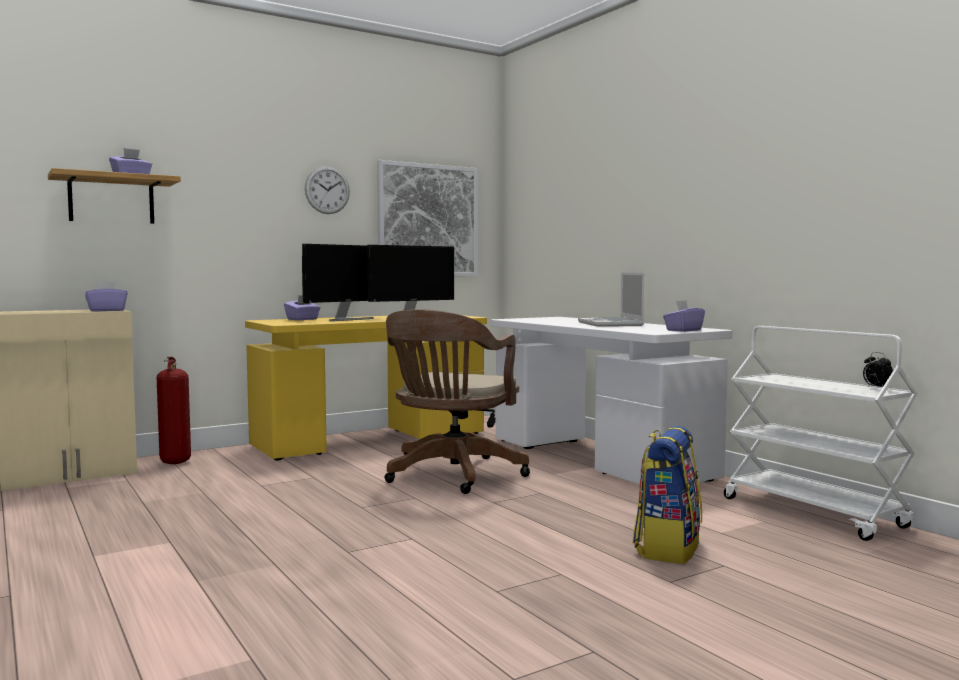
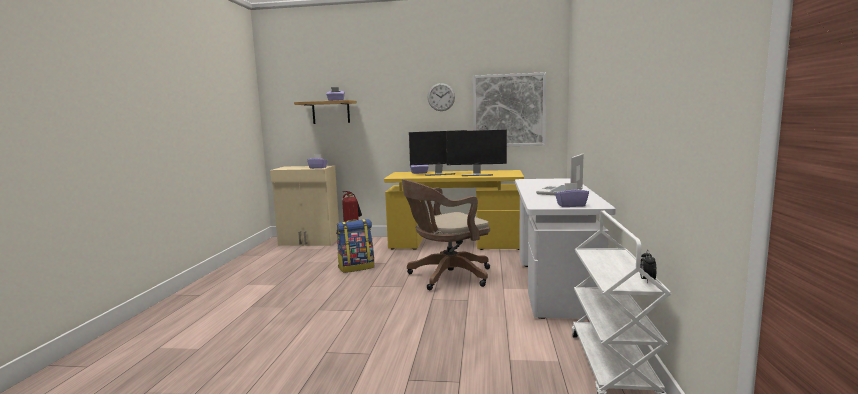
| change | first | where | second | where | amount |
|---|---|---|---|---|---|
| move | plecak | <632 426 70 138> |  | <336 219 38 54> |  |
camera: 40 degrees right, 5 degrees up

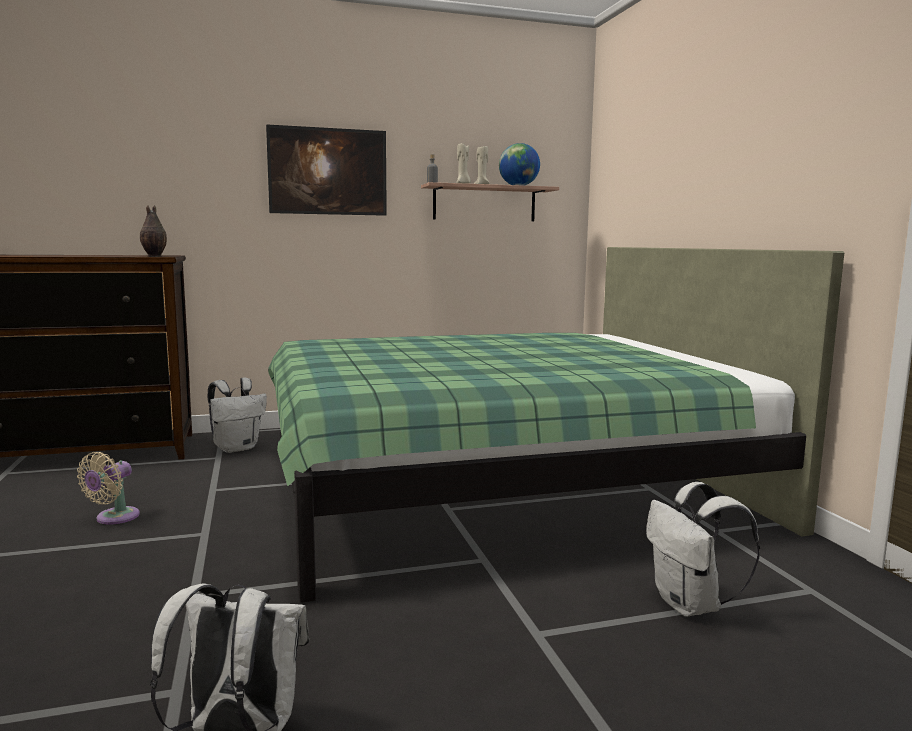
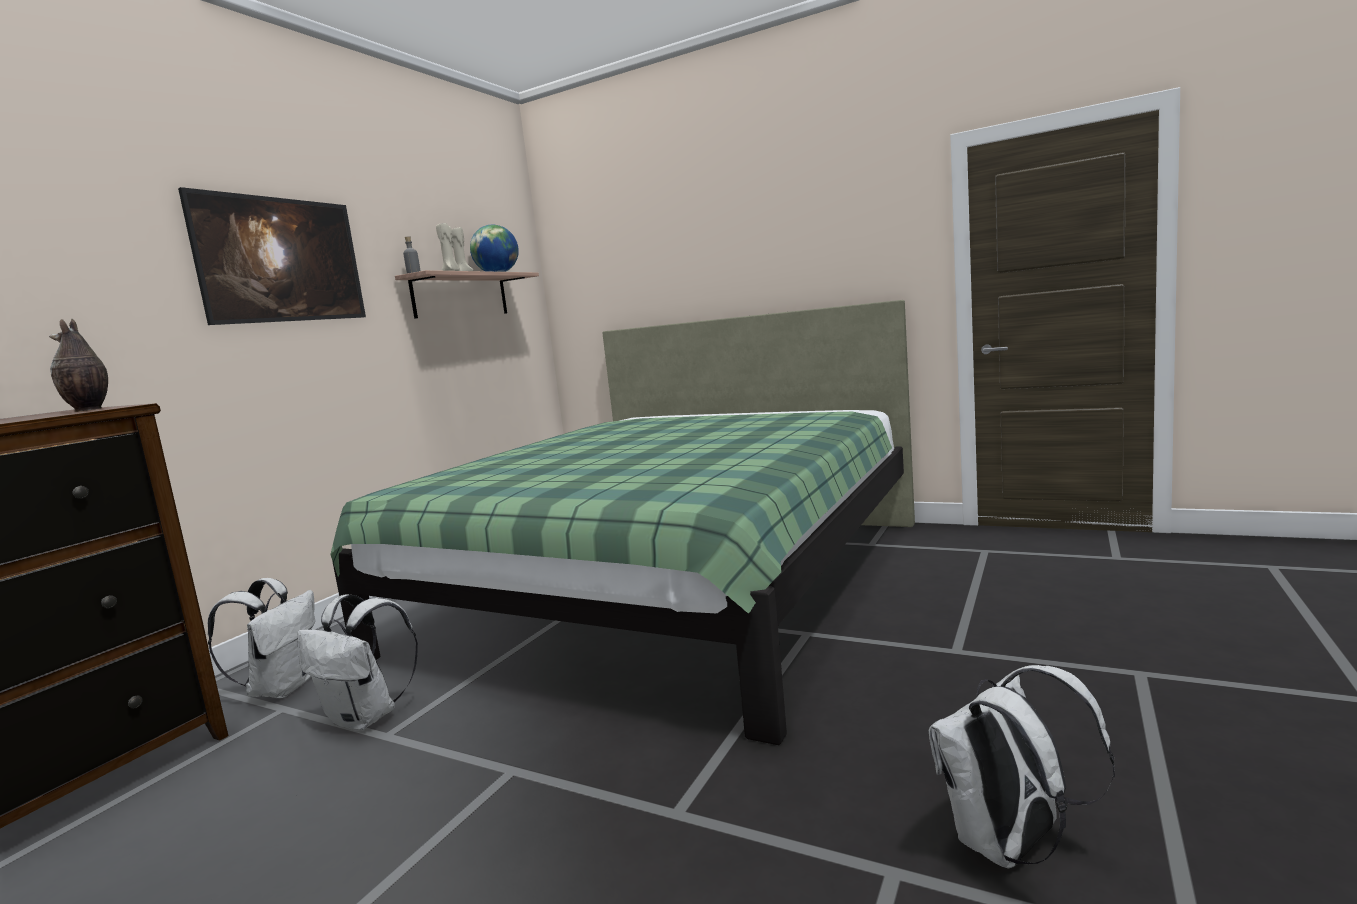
| change | first | where | second | where | amount |
|---|---|---|---|---|---|
| delete | wentylator/beżowy | <77 452 63 73> |  |  |  |
| move | plecak/biały | <646 482 114 135> |  | <297 594 121 137> |  |
camera: 45 degrees left, 0 degrees up

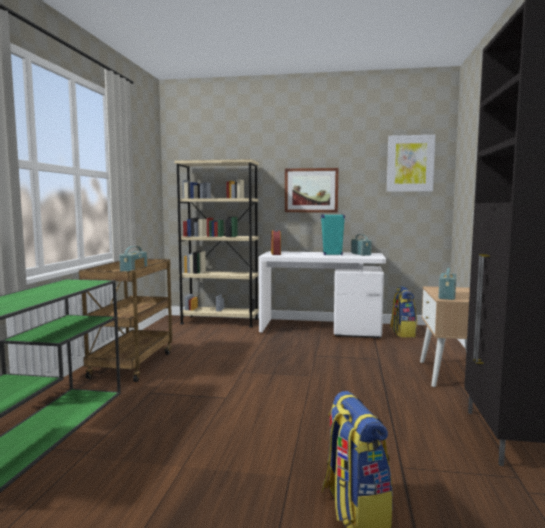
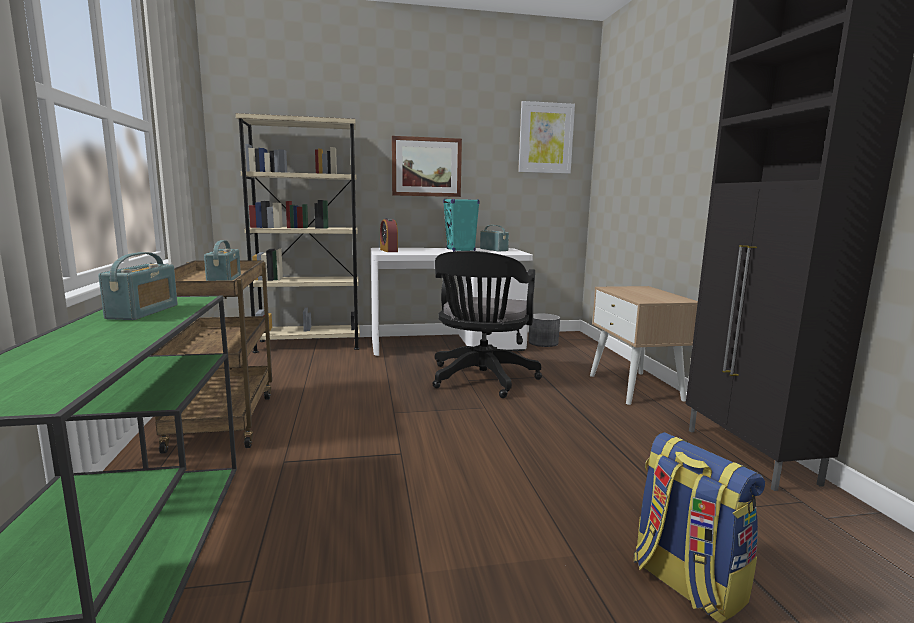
| change | first | where | second | where | amount |
|---|---|---|---|---|---|
| move | radio | <438 268 19 32> |  | <98 252 80 68> |  |
| replace | plecak | <390 286 27 52> | donica/szary | <528 313 32 34> |  |
| insert |  |  | krzesło biurowe/czarny | <432 251 110 147> |  |
camera: 20 degrees left, 5 degrees up

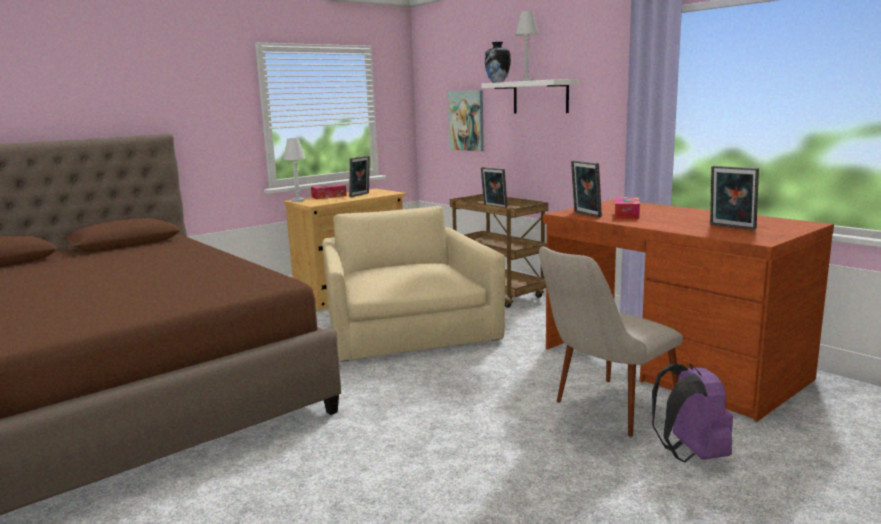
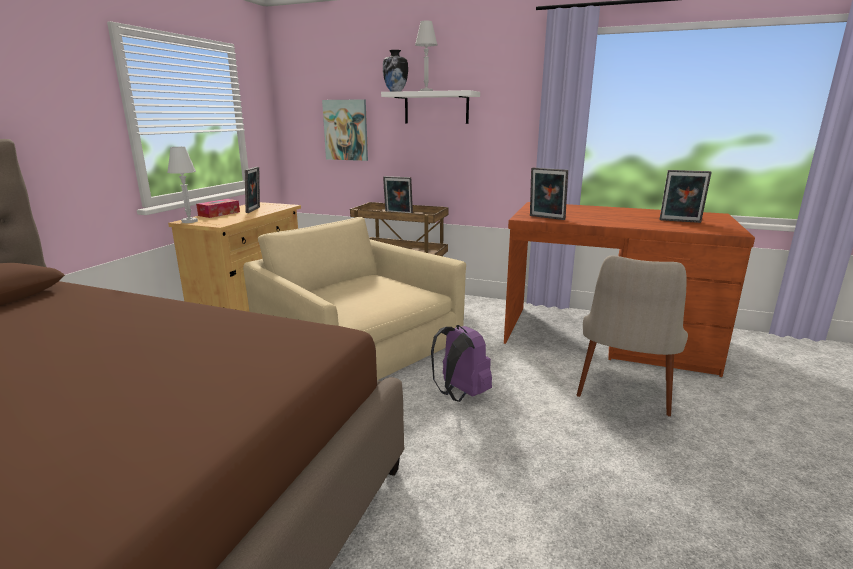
| change | first | where | second | where | amount |
|---|---|---|---|---|---|
| delete | pudełko chusteczek | <615 197 25 22> |  |  |  |
| move | plecak/fioletowy | <652 364 81 98> |  | <431 325 61 77> |  |
camera: 30 degrees left, 5 degrees up

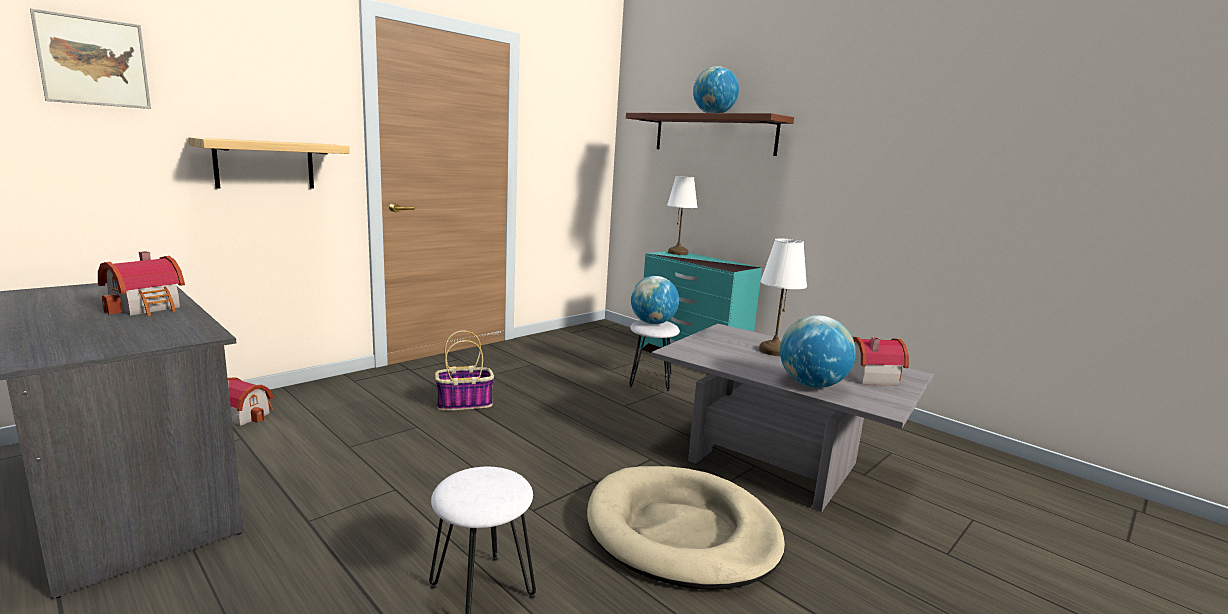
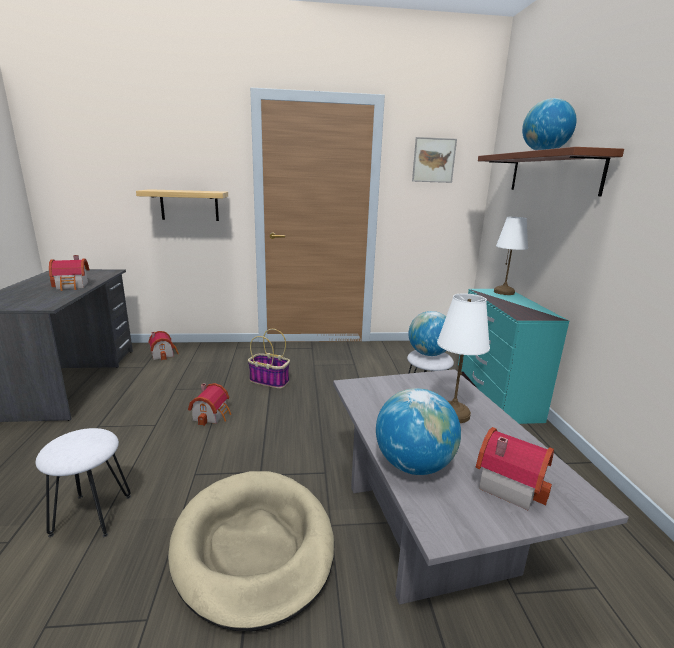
| change | first | where | second | where | amount |
|---|---|---|---|---|---|
| move | obraz | <30 8 121 101> |  | <412 137 45 46> |  |
| insert |  |  | domek | <188 383 43 43> |  |
camera: 40 degrees right, 5 degrees up

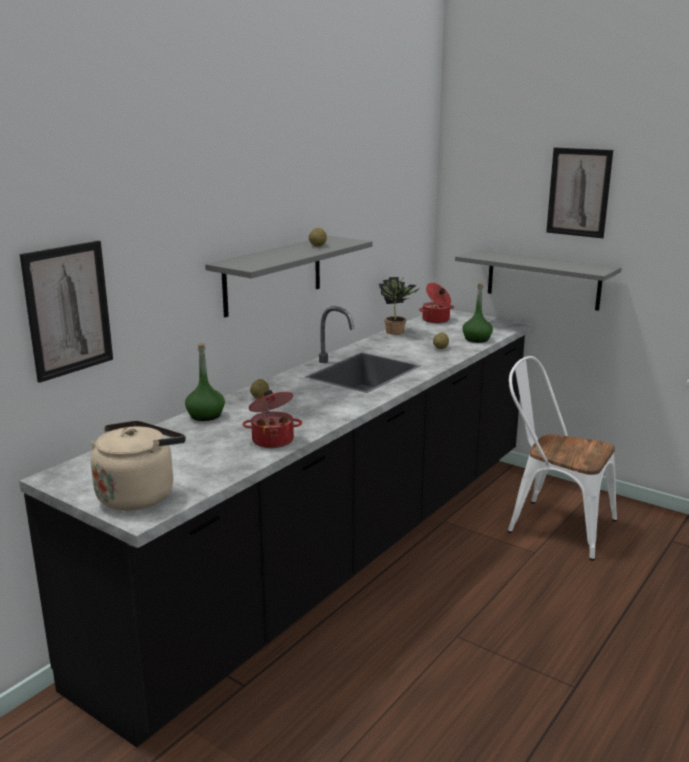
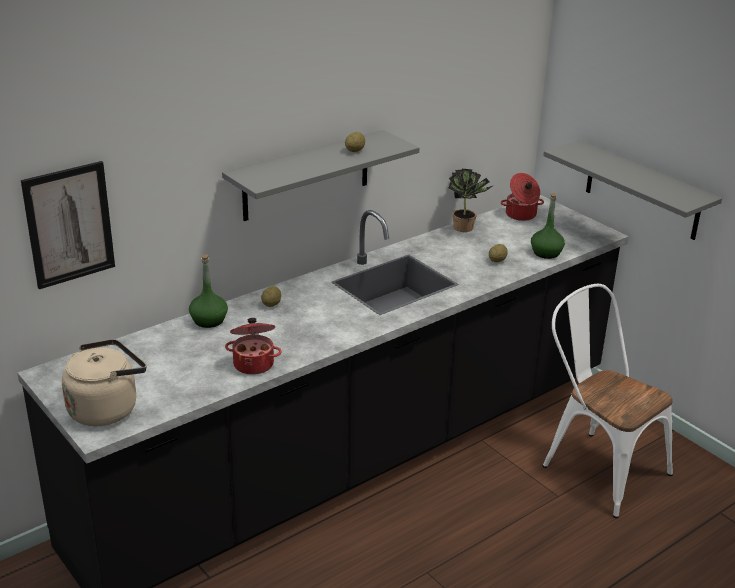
| change | first | where | second | where | amount |
|---|---|---|---|---|---|
| delete | obraz | <546 148 67 90> |  |  |  |
camera: 15 degrees right, 10 degrees up

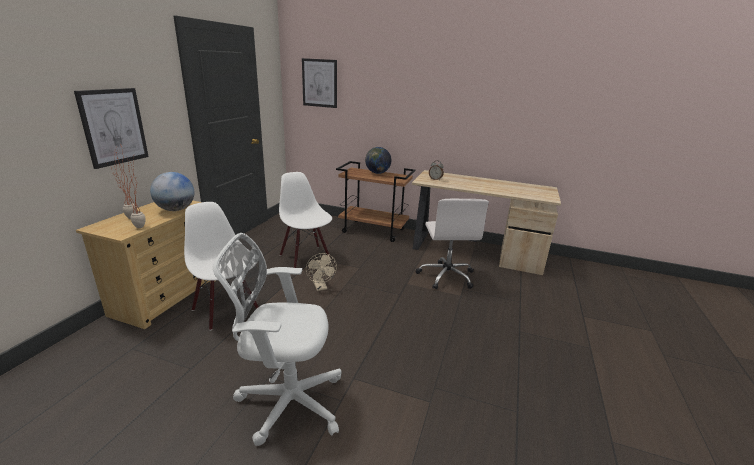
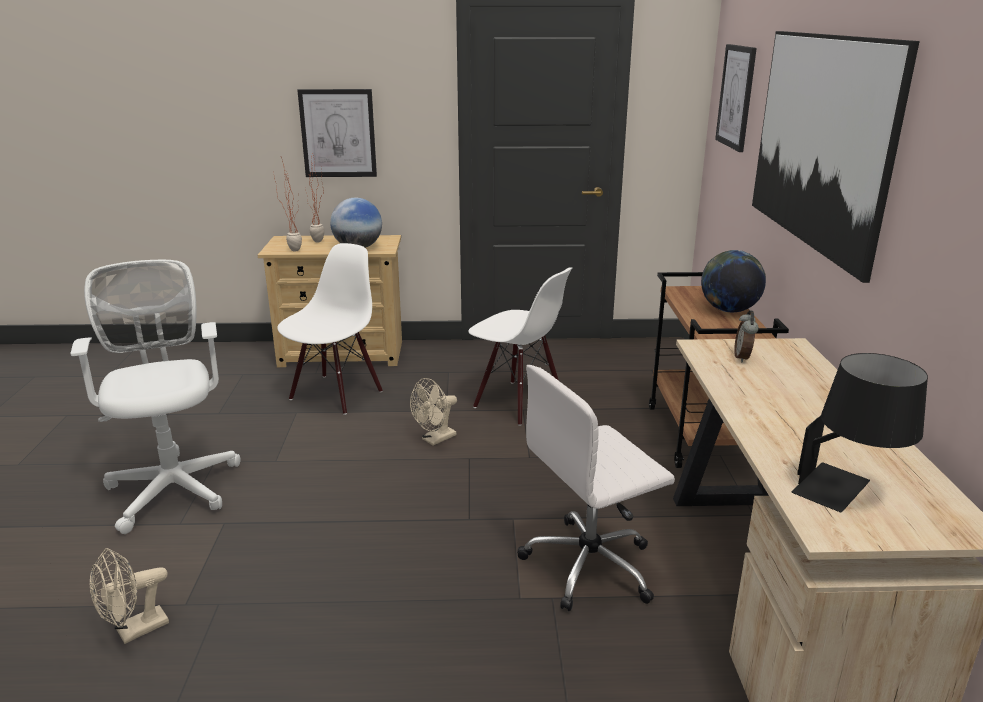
| change | first | where | second | where | amount |
|---|---|---|---|---|---|
| rotate | krzesło/biały | <279 172 53 96> |  | <468 267 104 159> | 90 degrees clockwise |
| insert |  |  | obraz | <752 31 168 252> |  |
| insert |  |  | lampa stołowa/czarny | <792 353 136 159> |  |
| insert |  |  | wentylator/beżowy | <90 548 79 96> |  |
camera: 70 degrees right, 0 degrees up

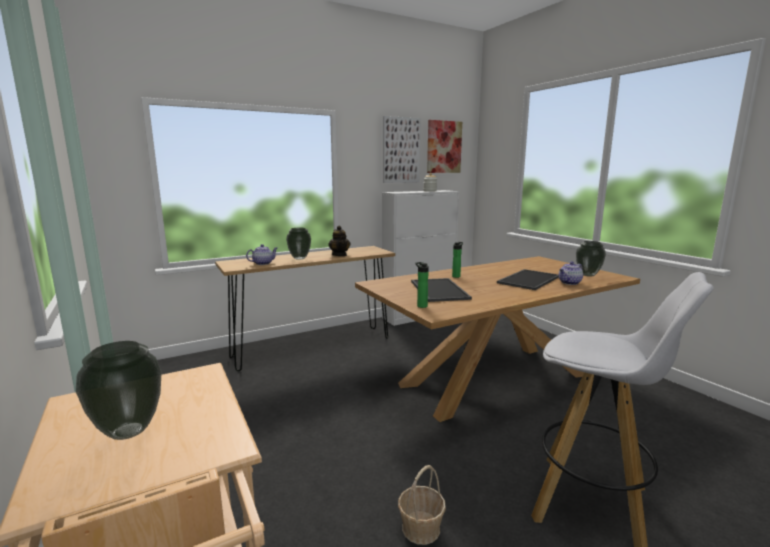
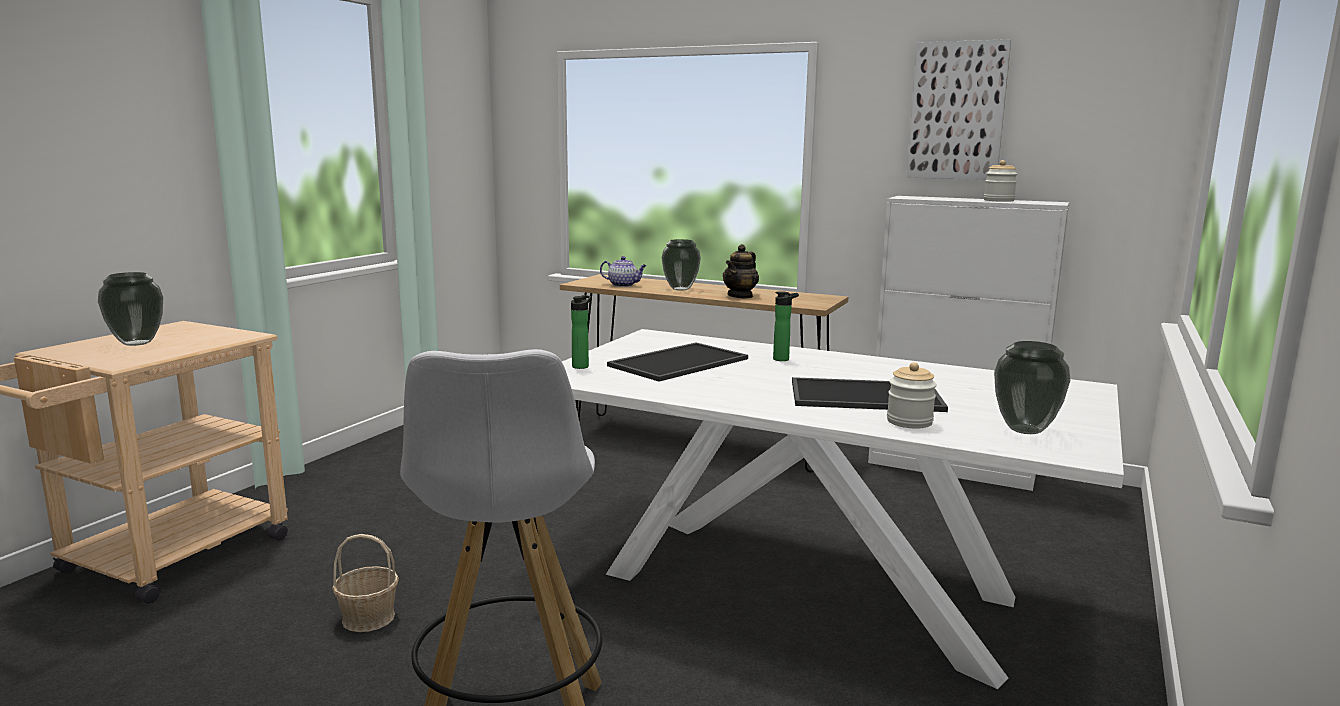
| change | first | where | second | where | amount |
|---|---|---|---|---|---|
| delete | obraz | <427 120 35 53> |  |  |  |
| recolor | stół jadalny/brązowy | <355 256 285 166> | stół jadalny/biały | <562 329 562 360> |  |
| replace | imbryk | <559 261 24 24> | słoik | <887 362 50 66> |  |
camera: 55 degrees right, 0 degrees up

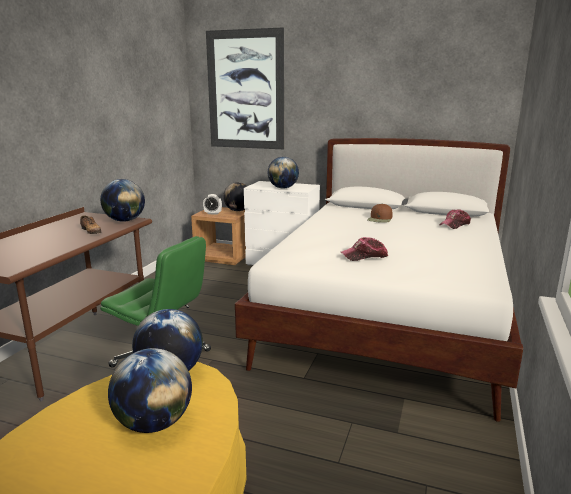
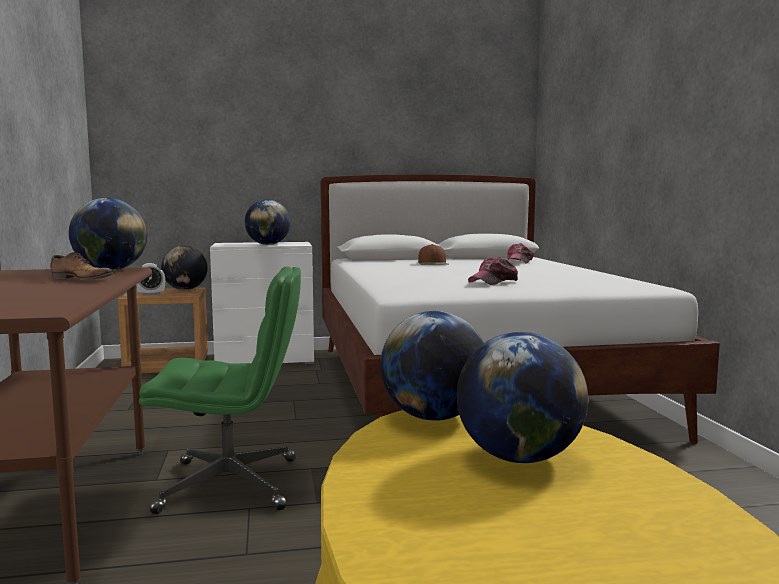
| change | first | where | second | where | amount |
|---|---|---|---|---|---|
| delete | obraz | <206 27 78 122> |  |  |  |
camera: 30 degrees left, 10 degrees down

